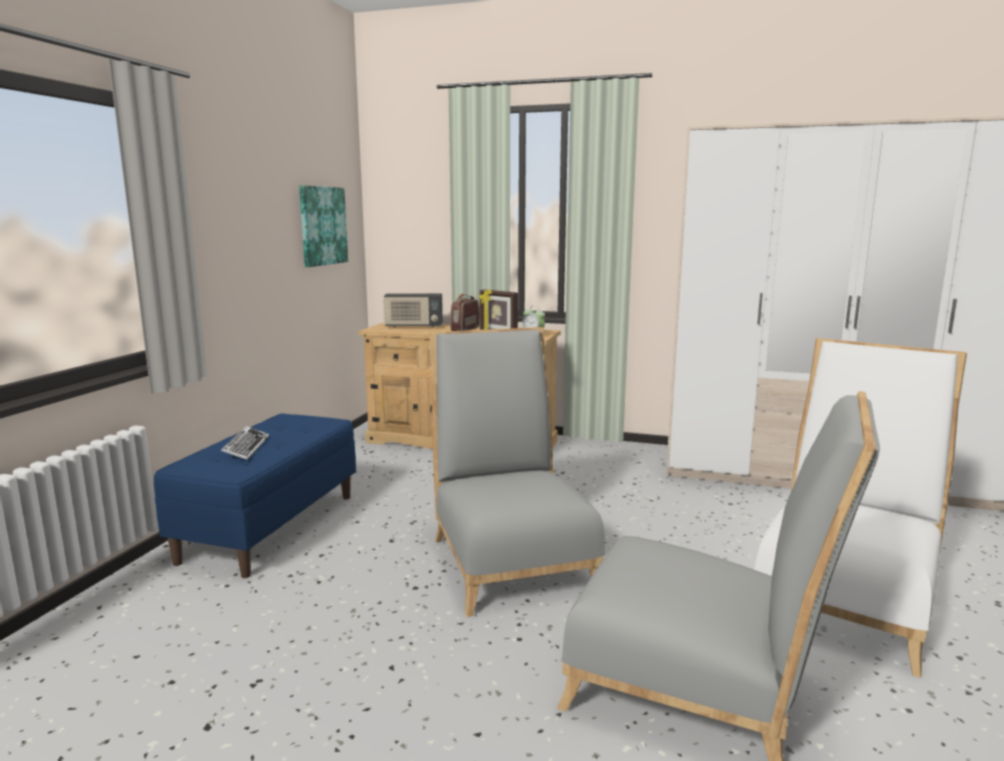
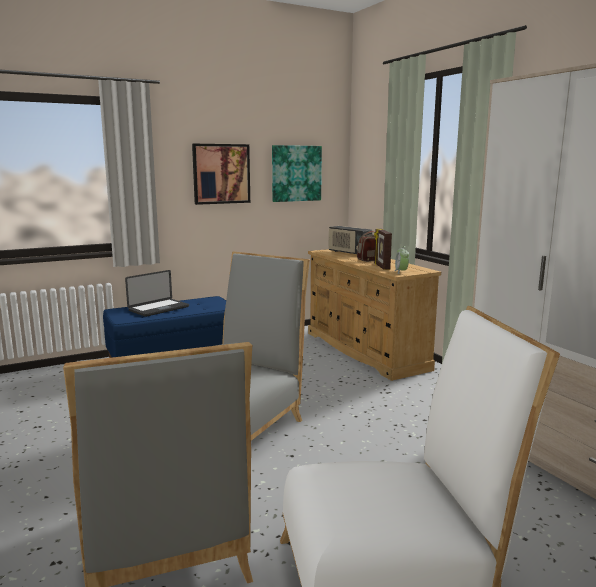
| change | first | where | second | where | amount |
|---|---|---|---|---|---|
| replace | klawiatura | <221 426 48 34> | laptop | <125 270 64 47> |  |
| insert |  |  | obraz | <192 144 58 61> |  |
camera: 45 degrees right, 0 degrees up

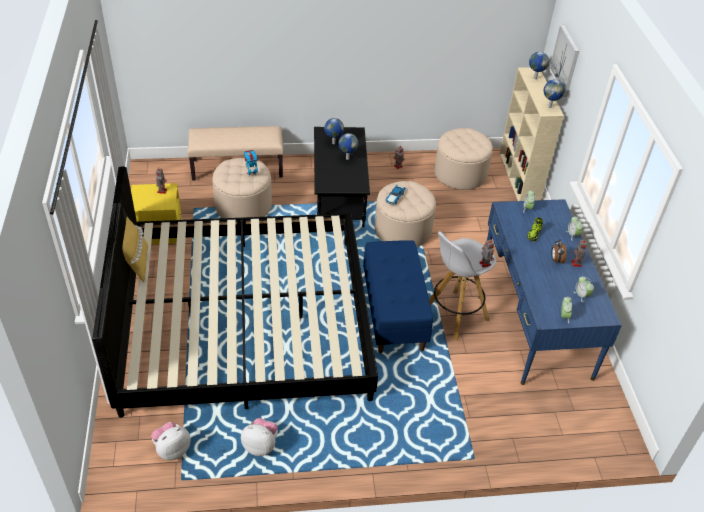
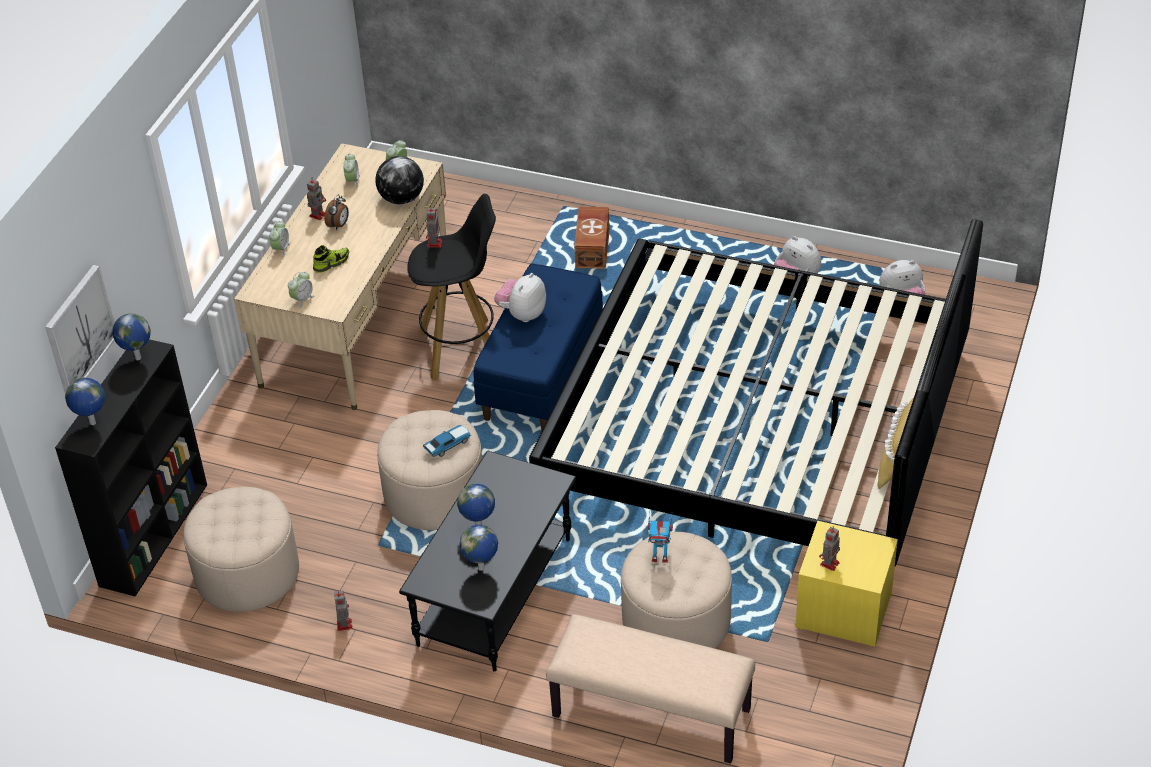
| change | first | where | second | where | amount |
|---|---|---|---|---|---|
| recolor | regał/beżowy | <500 67 64 134> | regał/czarny | <55 339 152 258> |  |
| recolor | biurko/niebieski | <487 199 135 186> | biurko/beżowy | <234 143 212 267> |  |
| recolor | stołek/biały | <429 231 67 110> | stołek/czarny | <407 194 89 187> |  |
| insert |  |  | globus | <375 156 49 48> |  |
| insert |  |  | pojemnik do przechowywania/brązowy | <574 207 36 62> |  |
| insert |  |  | pluszak | <494 273 52 49> |  |
camera: 150 degrees left, 0 degrees up

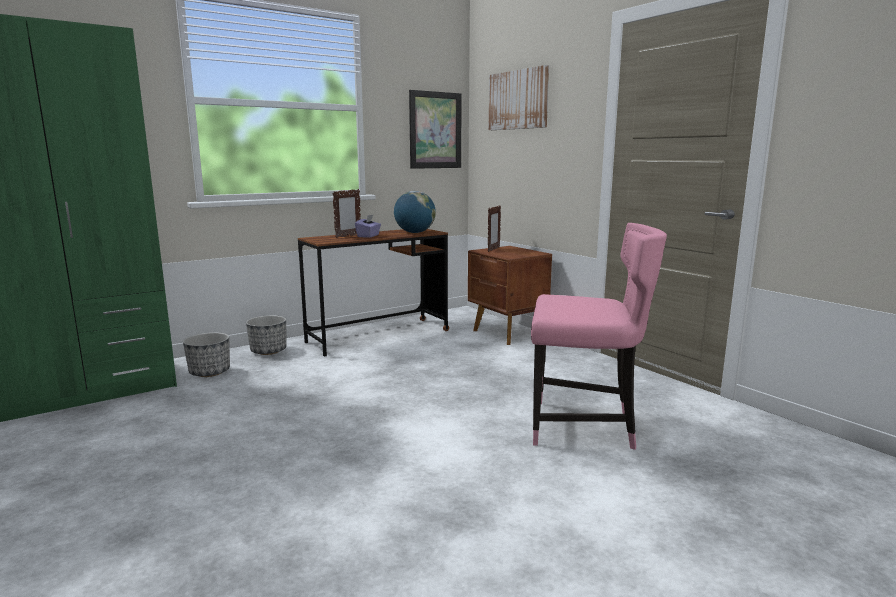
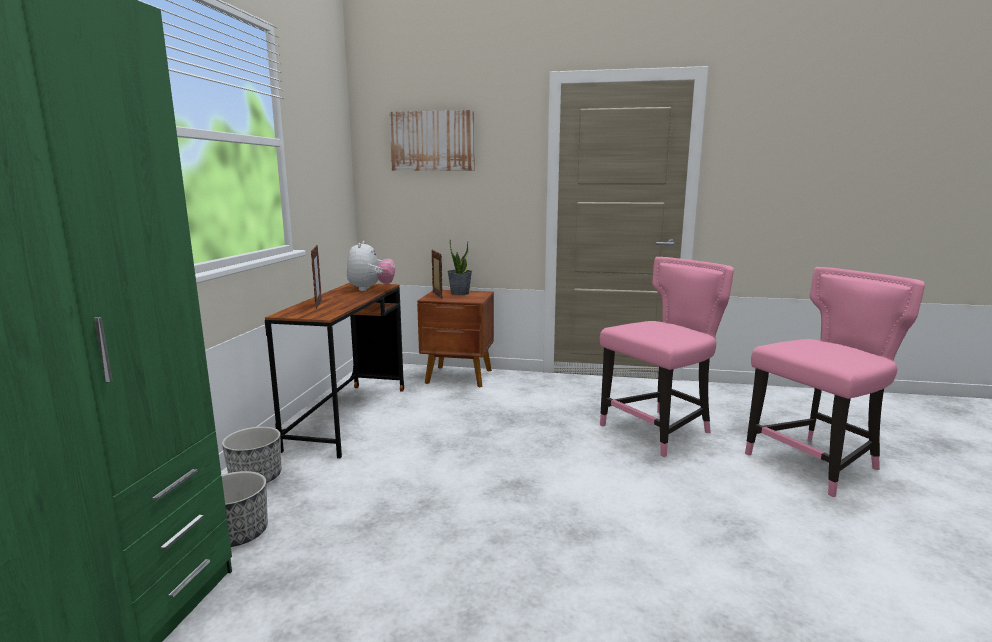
| change | first | where | second | where | amount |
|---|---|---|---|---|---|
| delete | obraz | <409 90 53 79> |  |  |  |
| replace | globus | <394 191 42 42> | pluszak | <347 241 48 50> |  |
| delete | pudełko chusteczek/fioletowy | <355 215 26 23> |  |  |  |
| insert |  |  | roślina doniczkowa | <447 240 25 55> |  |
| insert |  |  | krzesło/różowy | <745 267 180 230> |  |
camera: 45 degrees left, 0 degrees up

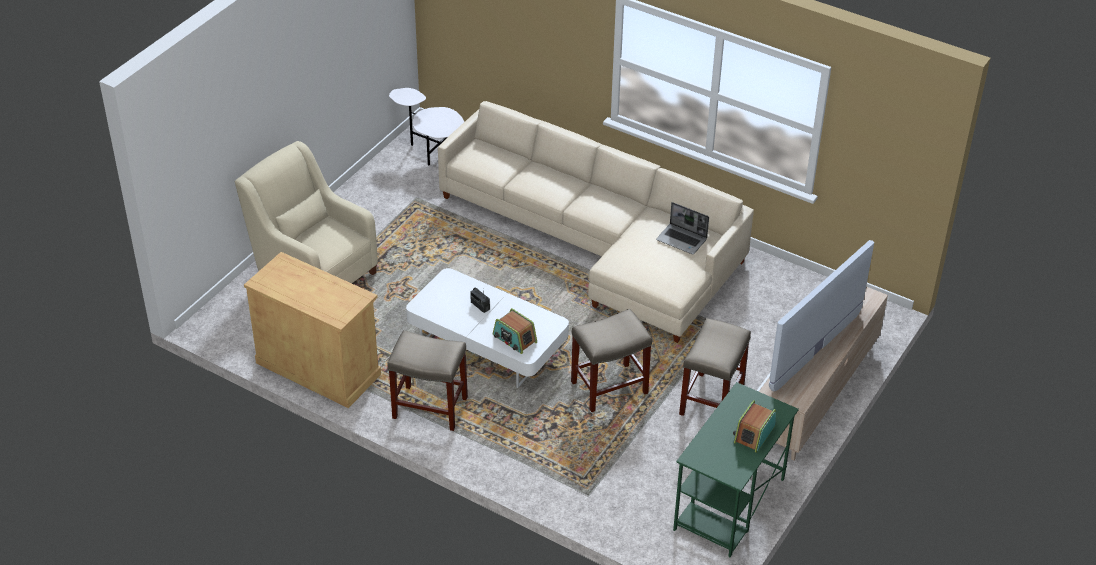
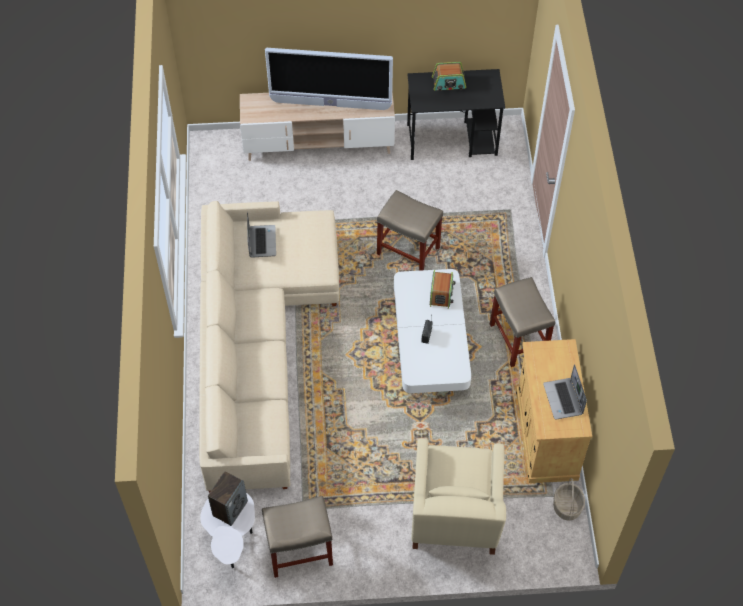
| change | first | where | second | where | amount |
|---|---|---|---|---|---|
| move | stołek/beżowy | <679 318 72 98> |  | <262 496 71 82> |  |
| recolor | biurko/zielony | <673 382 126 175> | biurko/czarny | <407 69 98 91> |  |
| insert |  |  | laptop | <543 364 44 56> |  |
| insert |  |  | głośnik | <208 471 40 55> |  |
| insert |  |  | koszyk | <553 478 32 43> |  |
camera: 125 degrees left, 15 degrees up

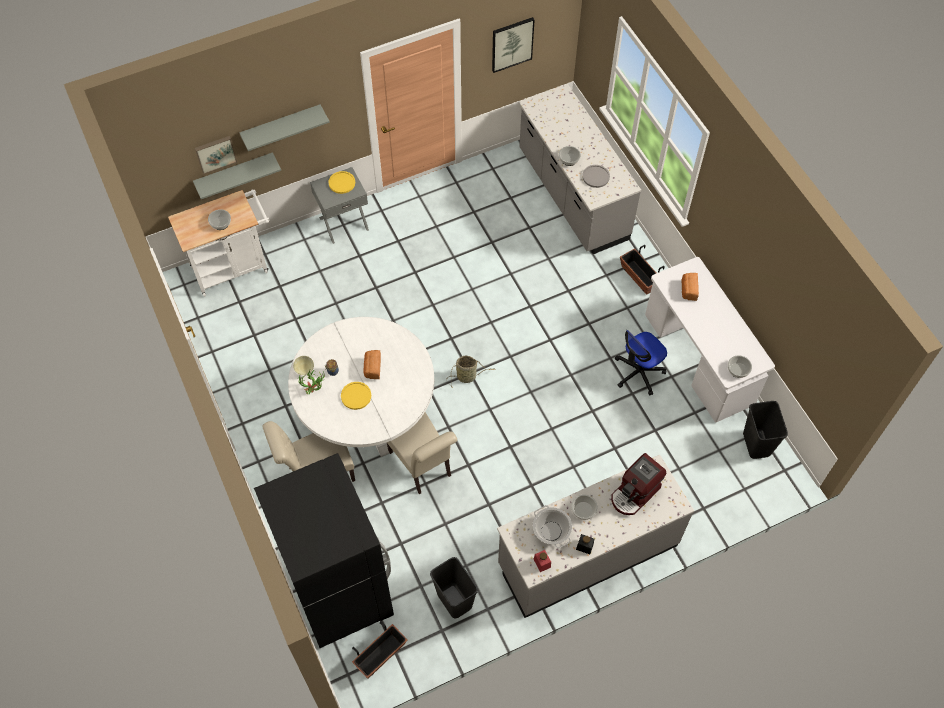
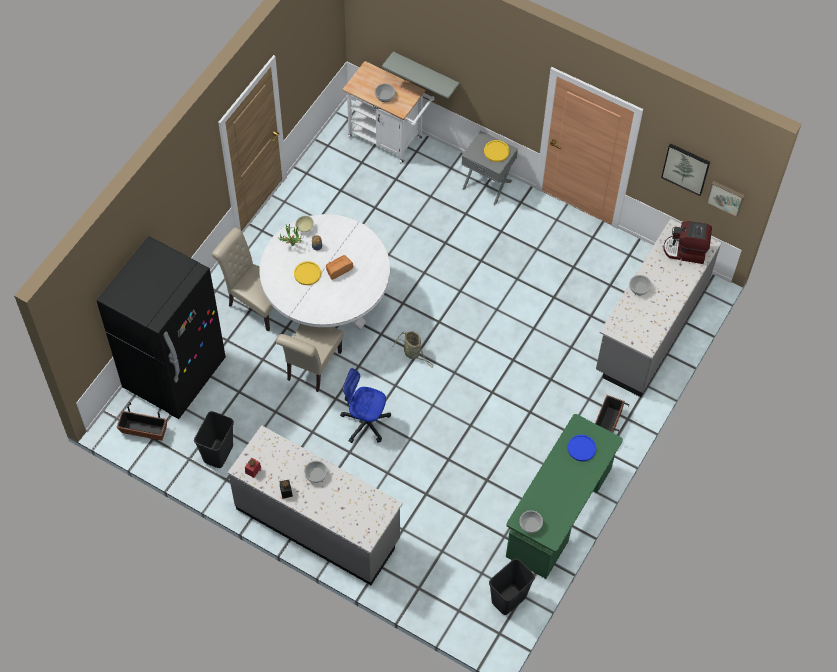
| change | first | where | second | where | amount |
|---|---|---|---|---|---|
| delete | półka/szary | <239 104 91 47> |  |  |  |
| move | obraz | <195 136 42 38> |  | <706 181 39 36> |  |
| delete | talerz/szary | <582 165 28 23> |  |  |  |
| recolor | biurko/biały | <645 257 130 165> | biurko/zielony | <506 414 117 165> |  |
| replace | chleb | <682 273 17 28> | talerz/niebieski | <568 435 28 26> |  |
| move | krzesło biurowe | <615 330 52 65> |  | <340 368 51 75> |  |
| move | ekspres do kawy | <611 453 55 62> |  | <663 221 49 43> |  |
| delete | garnek | <533 505 39 44> |  |  |  |
camera: 55 degrees right, 0 degrees up

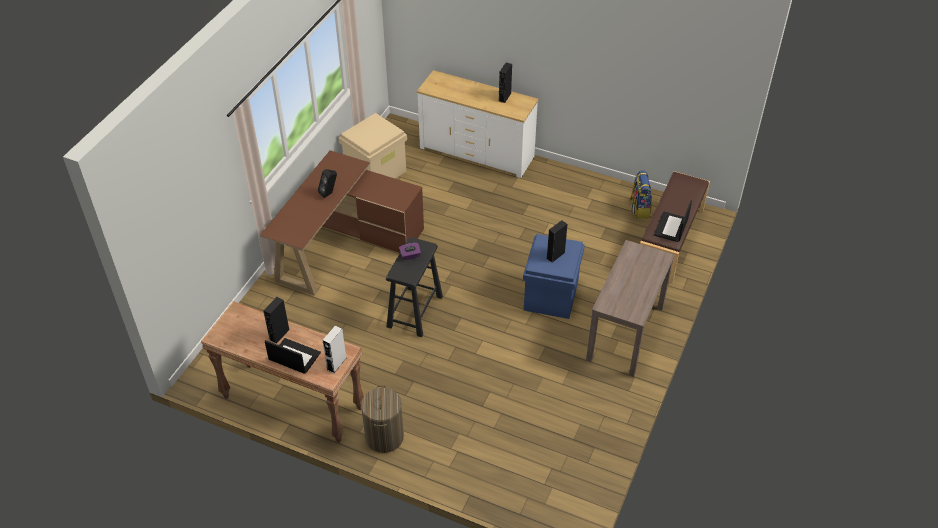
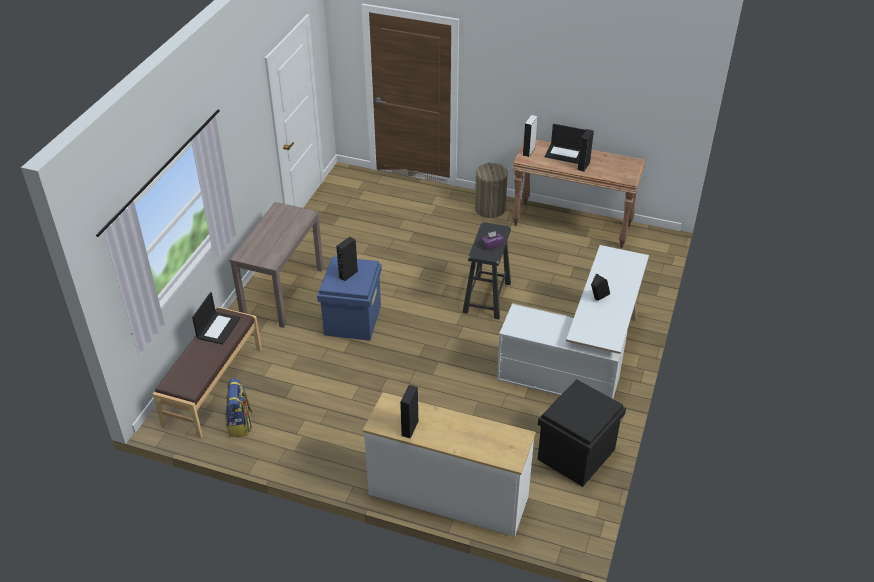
| change | first | where | second | where | amount |
|---|---|---|---|---|---|
| recolor | pojemnik do przechowywania/beżowy | <338 113 69 66> | pojemnik do przechowywania/czarny | <537 379 89 108> |  |
| recolor | biurko/brązowy | <260 150 164 146> | biurko/biały | <497 245 152 154> |  |
camera: 175 degrees right, 5 degrees down

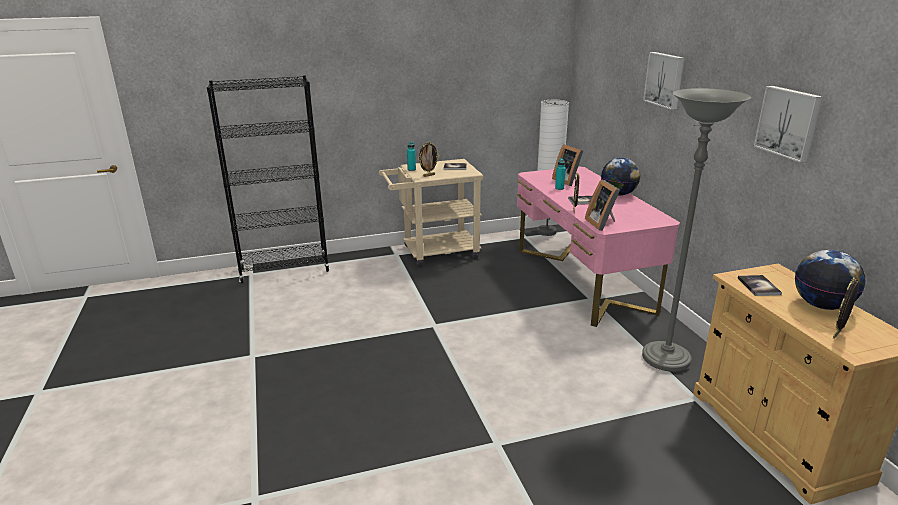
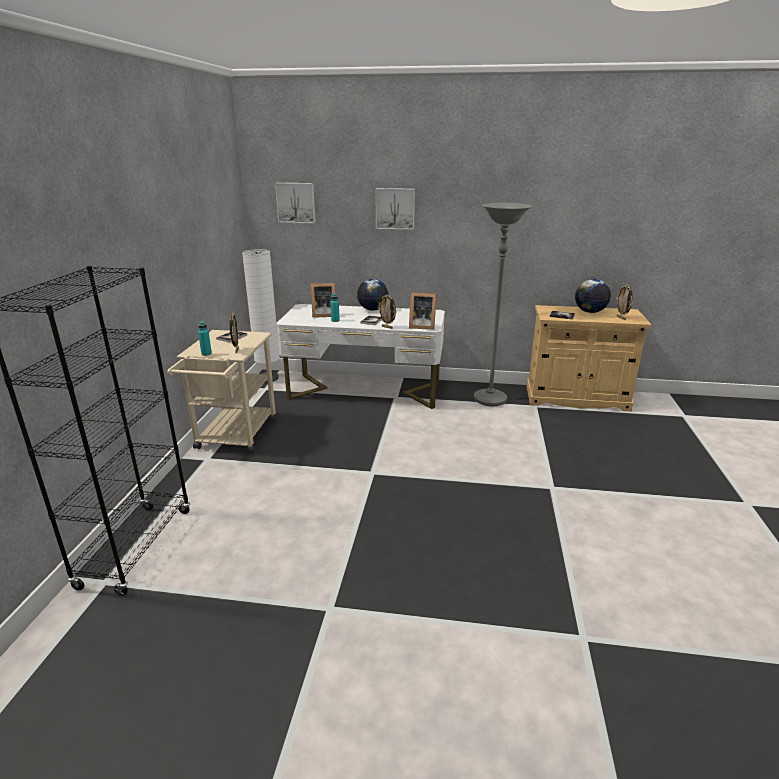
| change | first | where | second | where | amount |
|---|---|---|---|---|---|
| move | obraz | <754 86 69 77> |  | <275 183 41 40> |  |
| recolor | biurko/różowy | <517 166 163 161> | biurko/biały | <276 304 169 105> |  |
camera: 65 degrees left, 0 degrees up

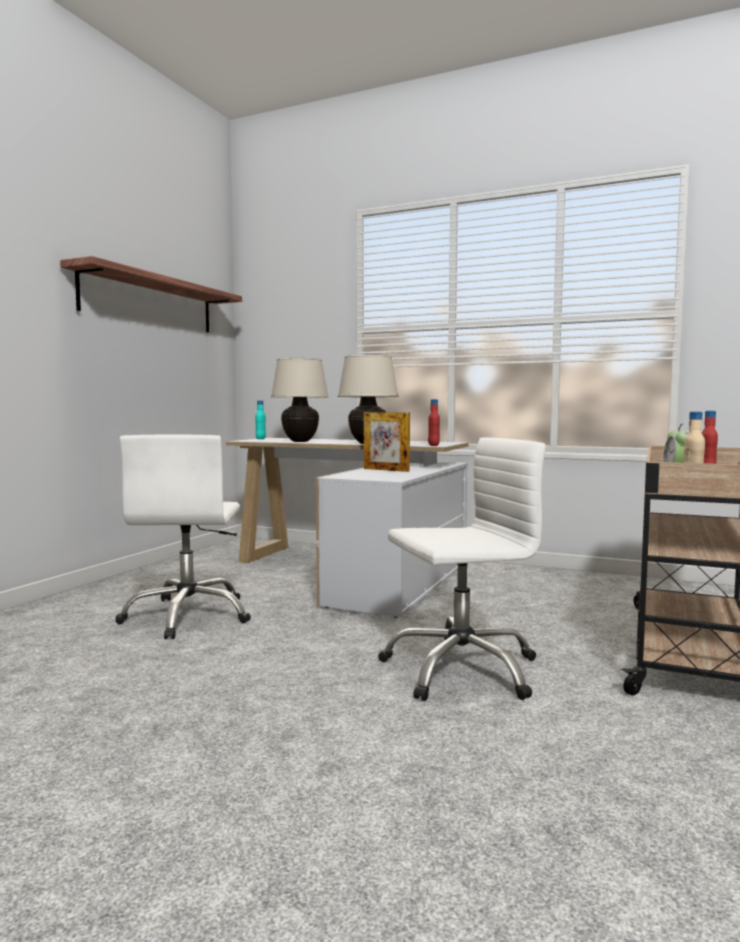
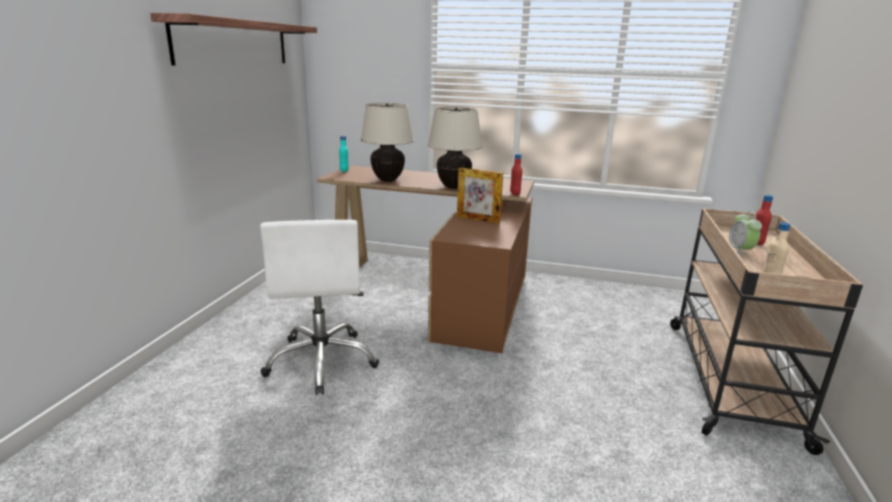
| change | first | where | second | where | amount |
|---|---|---|---|---|---|
| delete | krzesło biurowe/biały | <378 437 168 264> |  |  |  |
| recolor | biurko/biały | <226 438 243 180> | biurko/brązowy | <317 165 217 188> |  |
camera: 10 degrees left, 15 degrees up

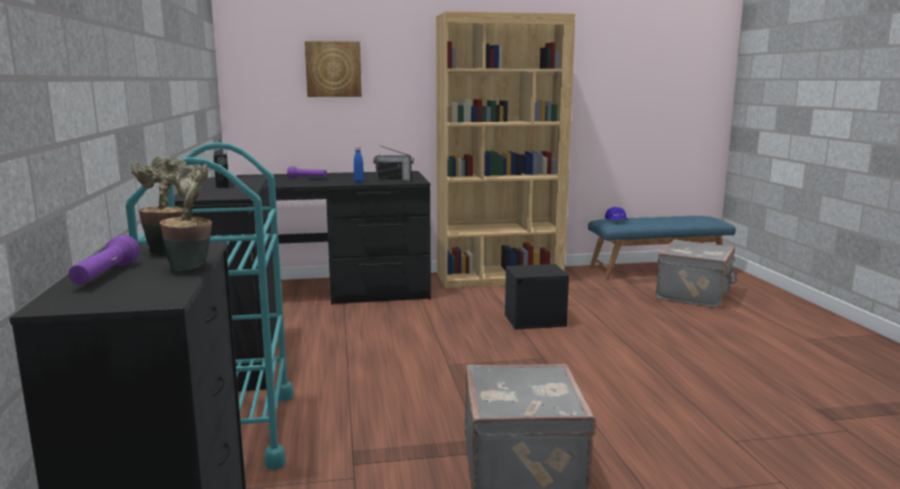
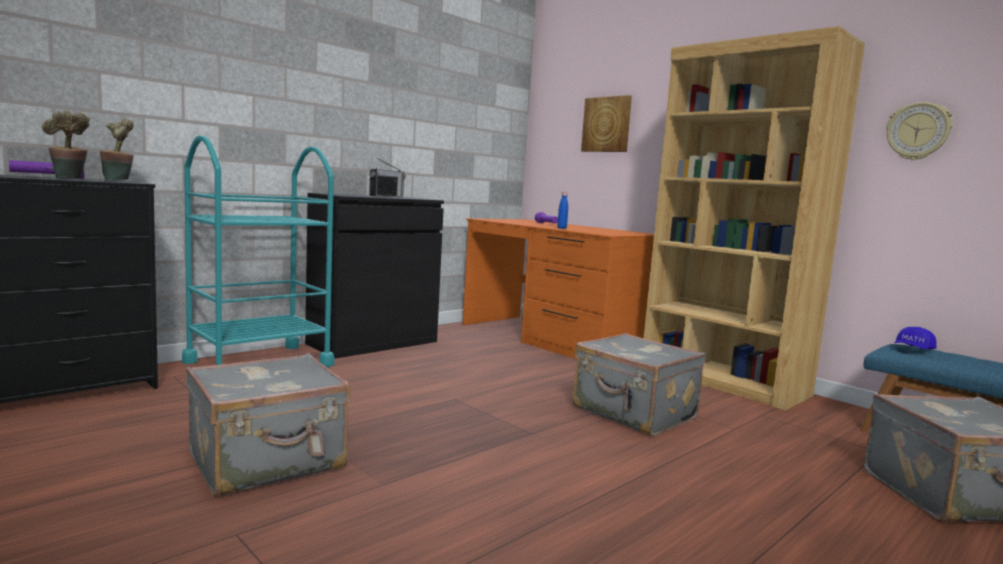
| change | first | where | second | where | amount |
|---|---|---|---|---|---|
| delete | radio | <373 145 41 36> |  |  |  |
| recolor | biurko/czarny | <236 171 195 134> | biurko/pomarańczowy | <463 218 191 141> |  |
| replace | pojemnik do przechowywania/czarny | <504 264 65 65> | walizka/szary | <573 333 133 103> |  |
| insert |  |  | zegar ścienny | <886 102 67 58> |  |
camera: 55 degrees right, 5 degrees down

